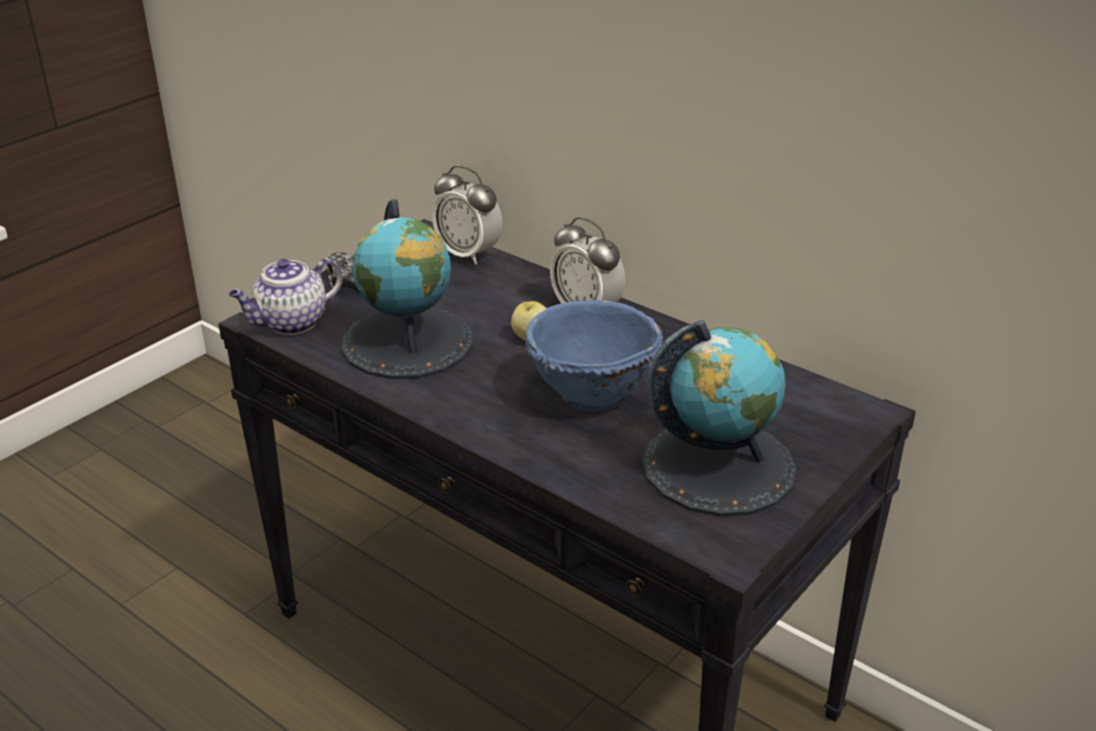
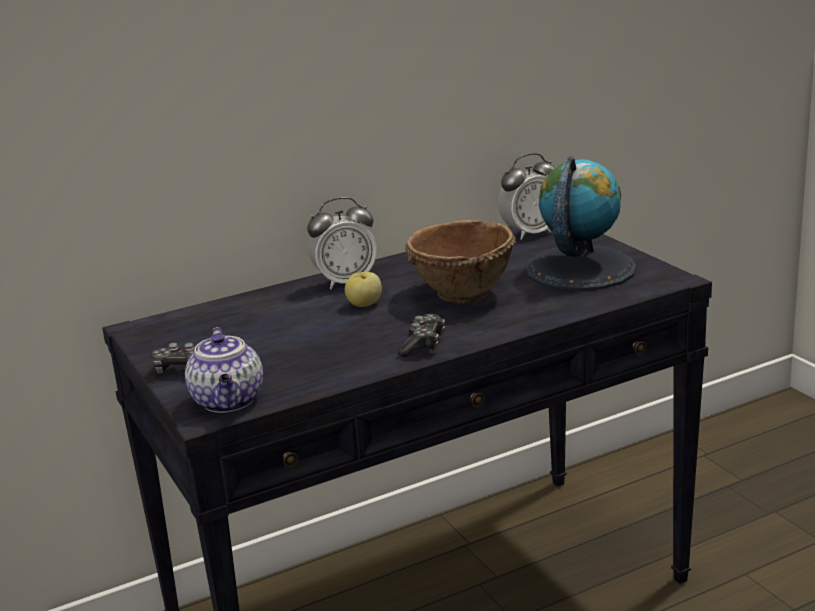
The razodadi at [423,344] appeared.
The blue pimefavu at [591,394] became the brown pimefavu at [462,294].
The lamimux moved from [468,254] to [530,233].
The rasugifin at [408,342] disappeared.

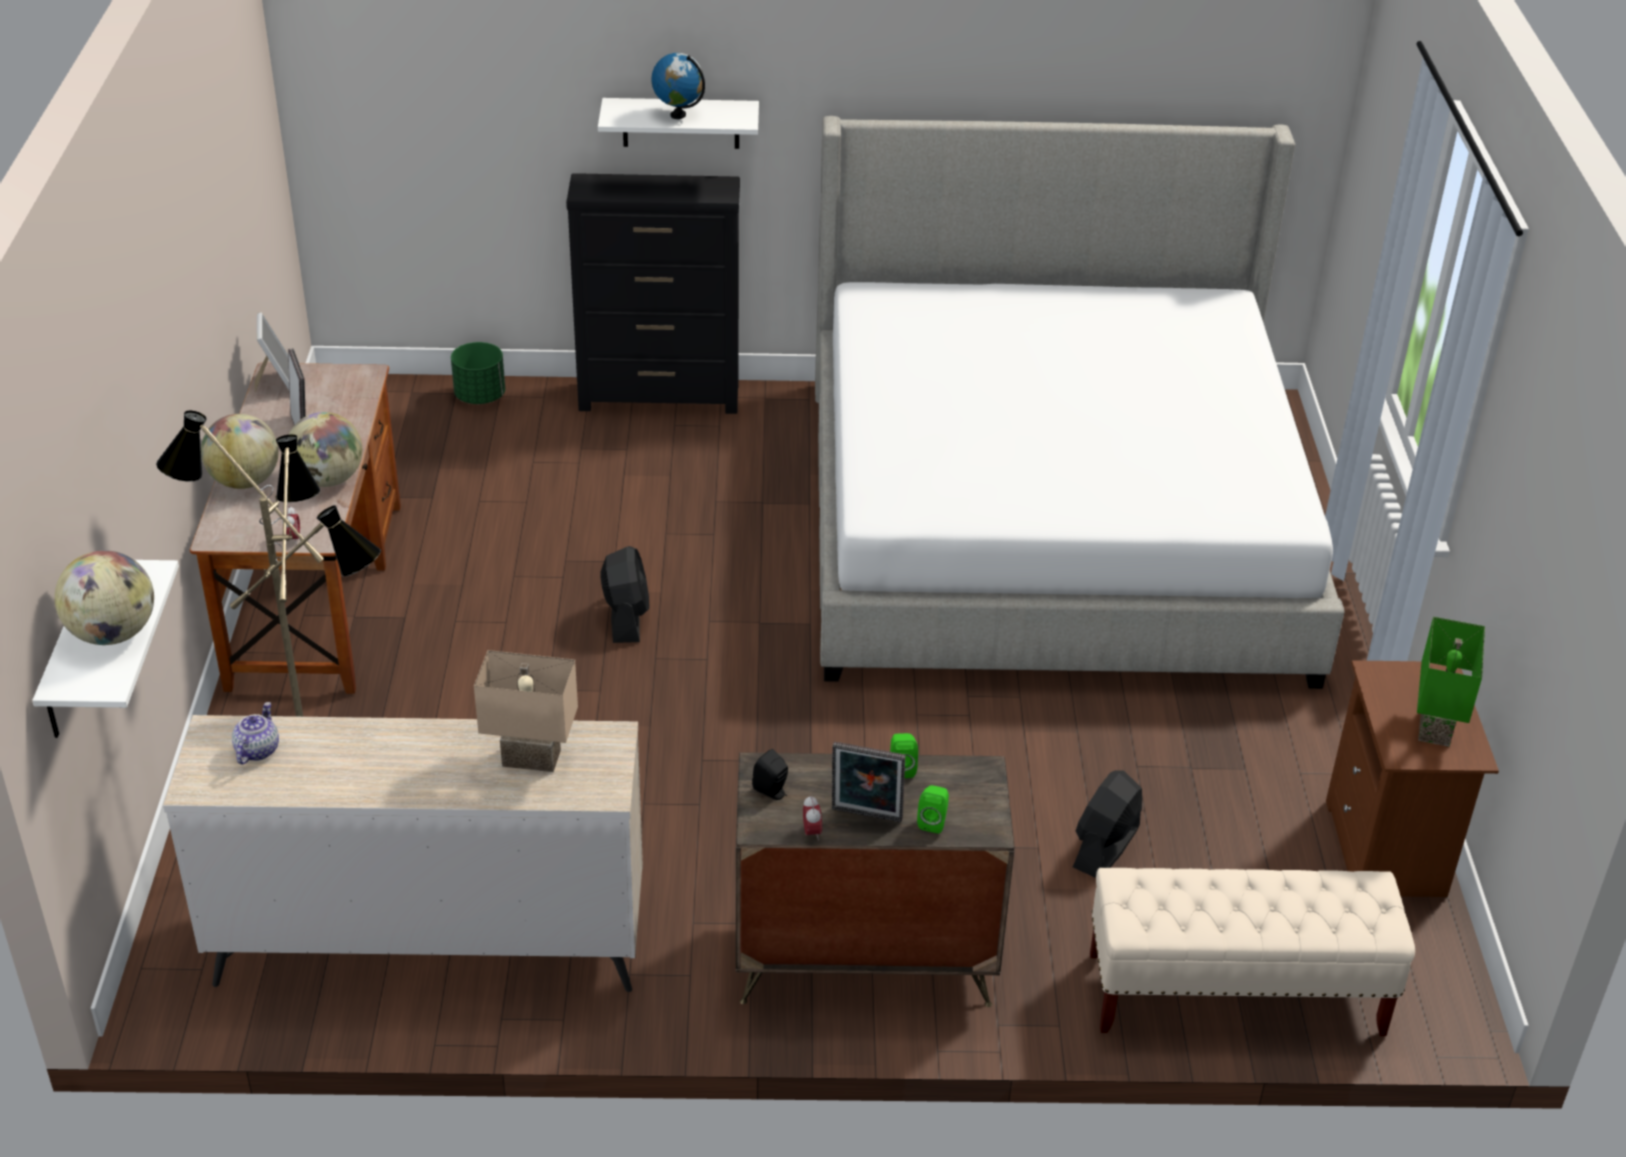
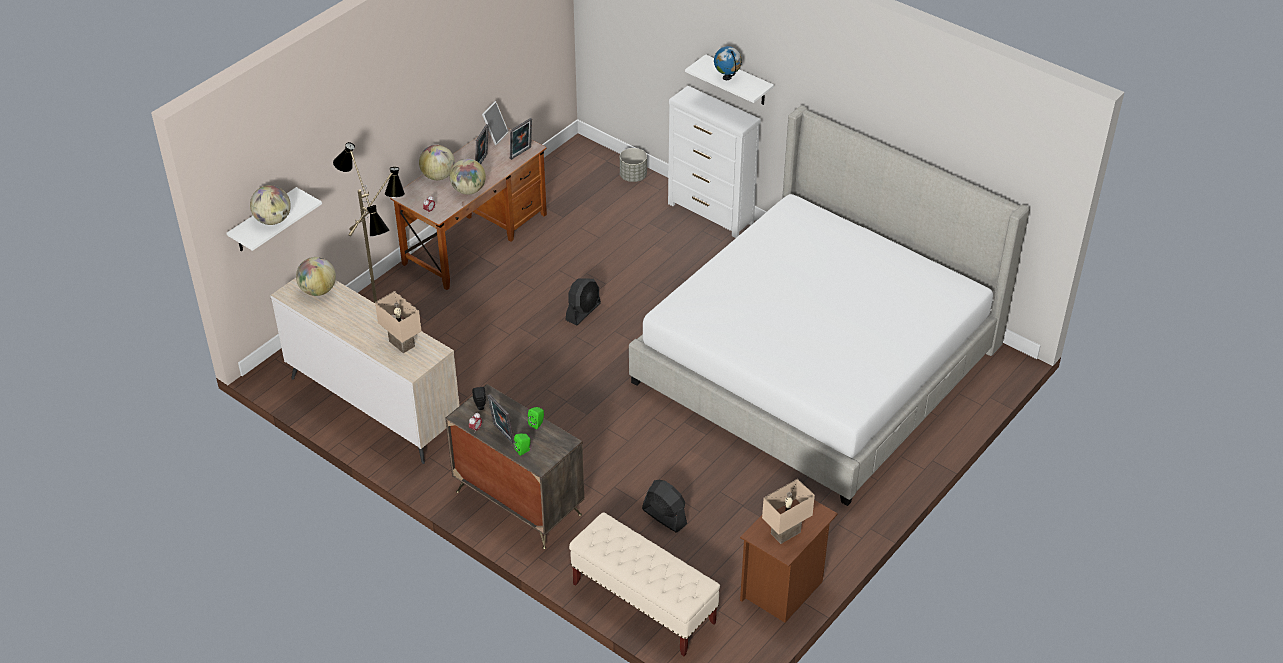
The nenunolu at [257,750] was replaced by the rasugifin at [318,290].
The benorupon at [521,153] appeared.
The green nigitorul at [480,396] became the grey nigitorul at [633,176].
The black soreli at [1105,847] turned 60 degrees clockwise.
The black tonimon at [660,398] became the white tonimon at [711,214].
The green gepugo at [1432,726] became the beige gepugo at [785,532].

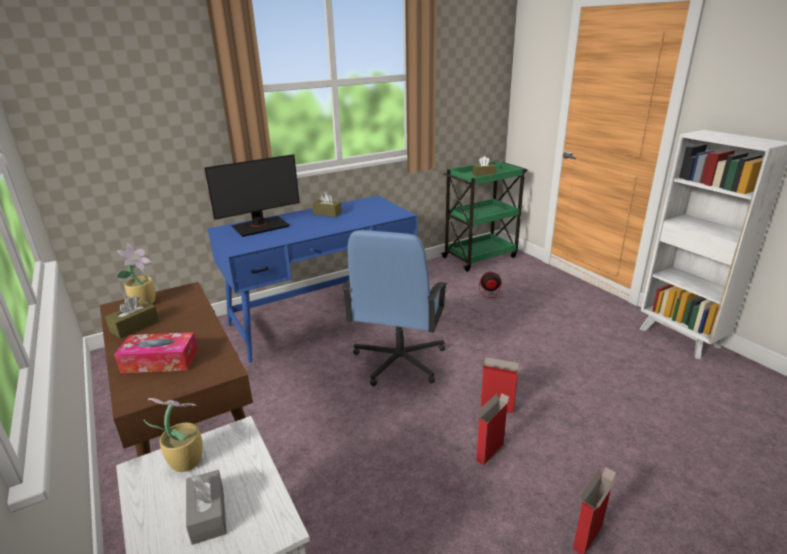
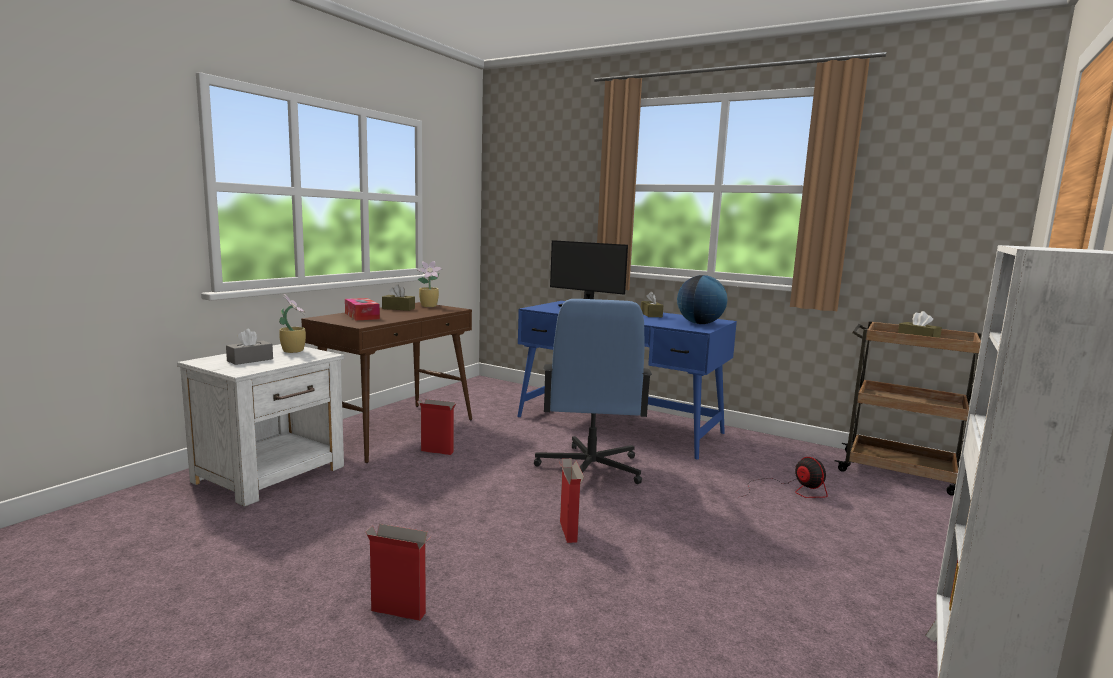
The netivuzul moved from [489,452] to [436,451].
The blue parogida at [399,361] turned 75 degrees counterclockwise.
The rasugifin at [700,323] appeared.
The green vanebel at [480,257] became the brown vanebel at [900,473].

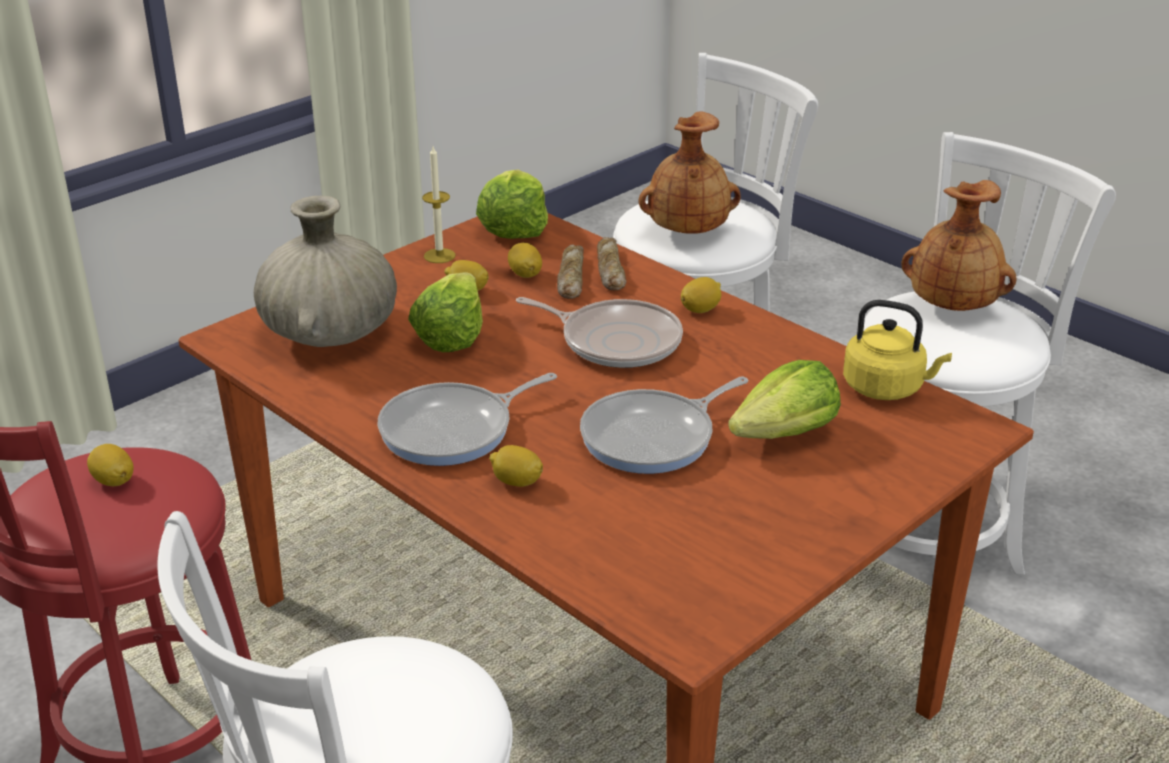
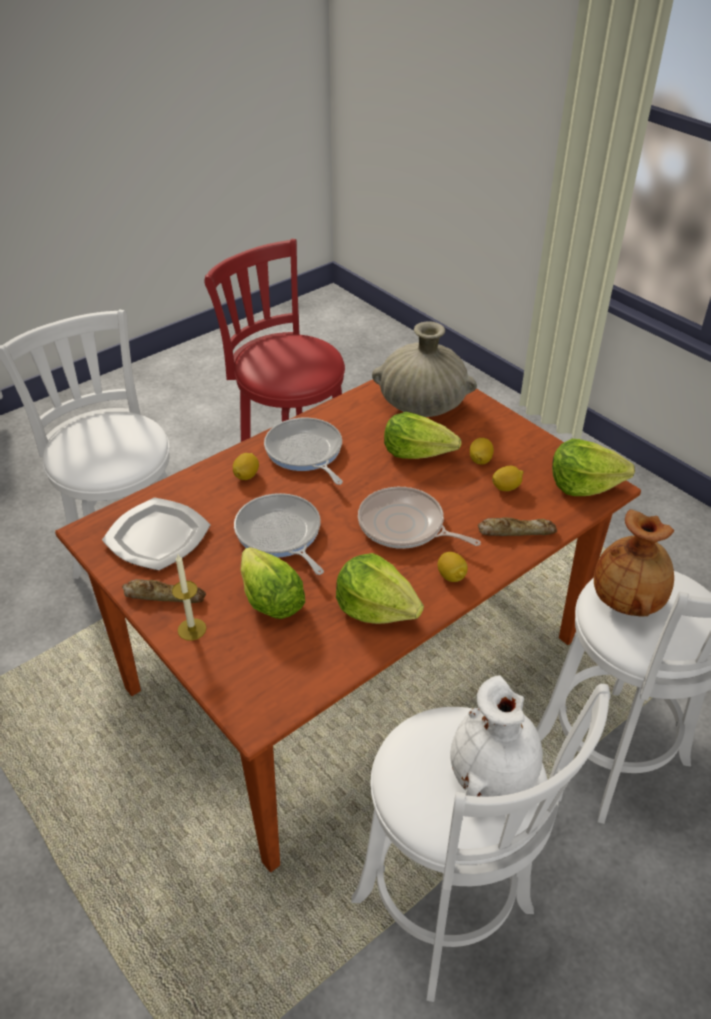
The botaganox at [157,537] appeared.
The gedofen moved from [570,278] to [164,595].
The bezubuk moved from [439,256] to [192,629].
The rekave at [376,607] appeared.
The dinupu at [615,341] turned 90 degrees clockwise.
The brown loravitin at [953,306] became the white loravitin at [493,777].
The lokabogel at [113,481] disappeared.
The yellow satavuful at [887,388] disappeared.

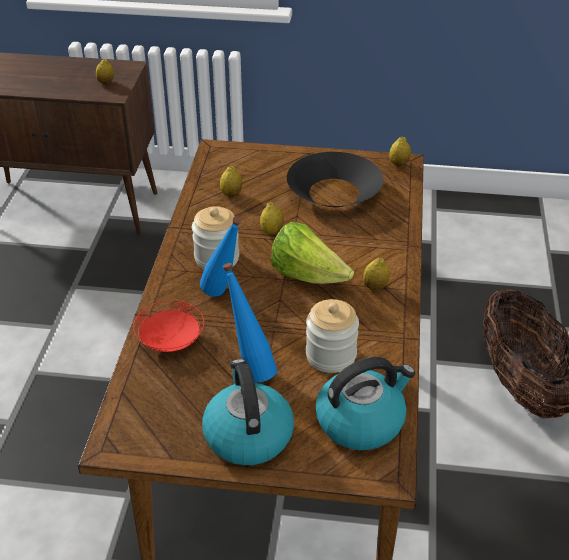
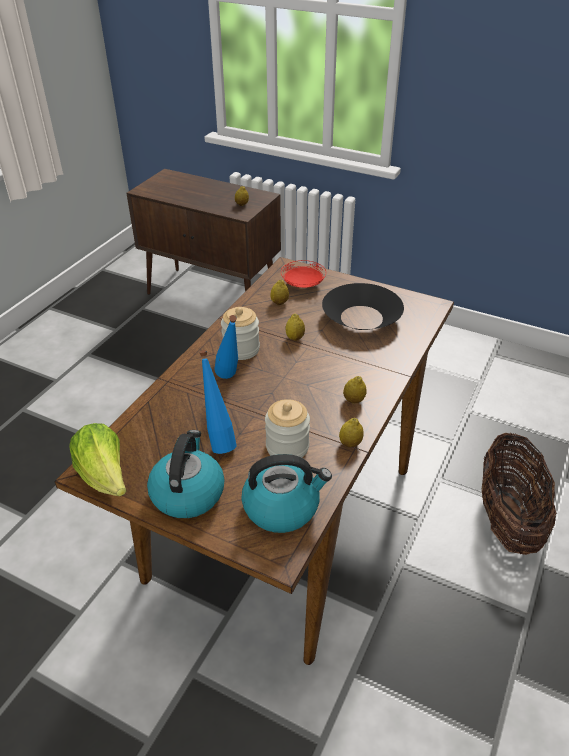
The rekave moved from [307,276] to [105,477].
The red botaganox moved from [171,341] to [303,285].
The lokabogel moved from [399,164] to [350,443].

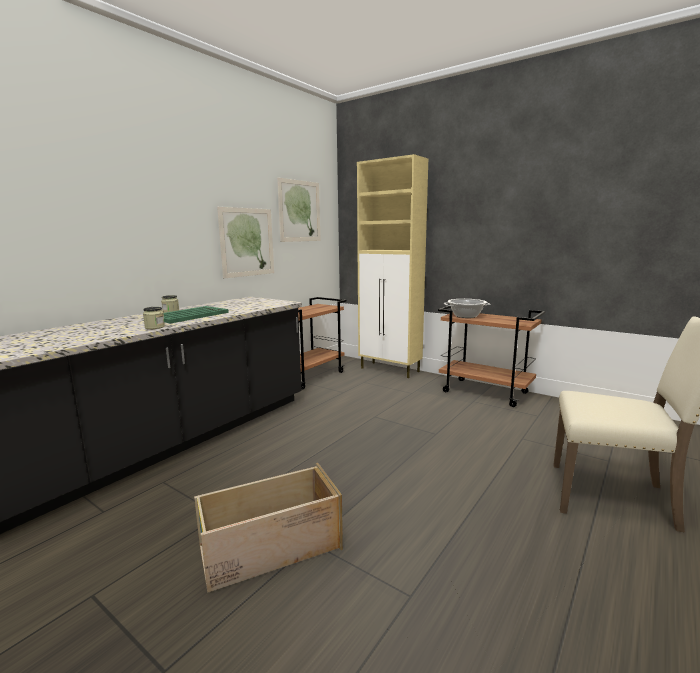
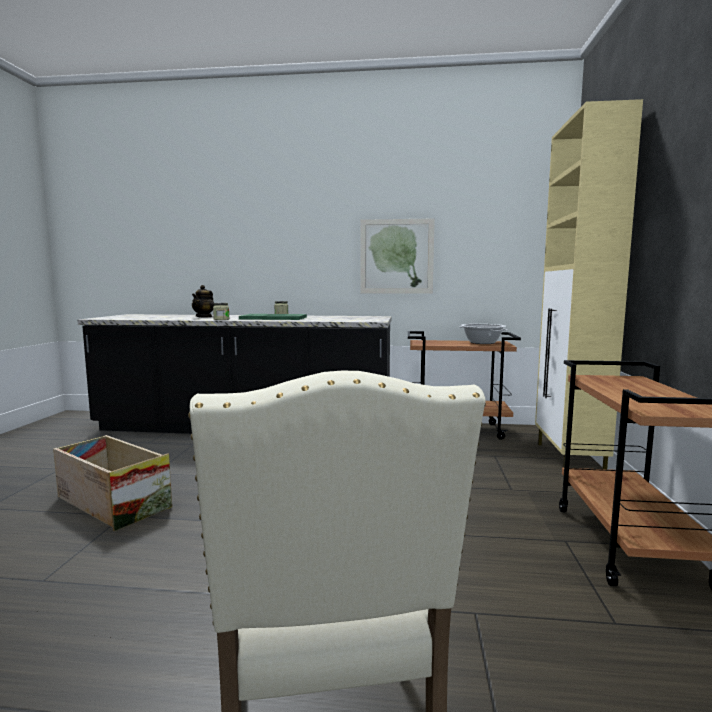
The nenunolu at [204,317] appeared.
The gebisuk moved from [466,316] to [482,342].
The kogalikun at [299,211] disappeared.

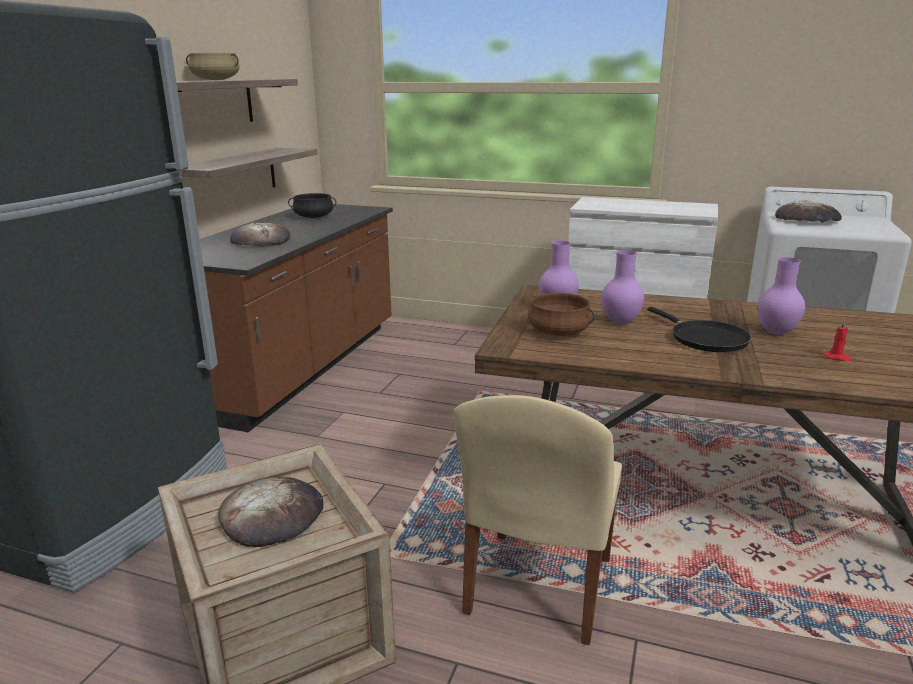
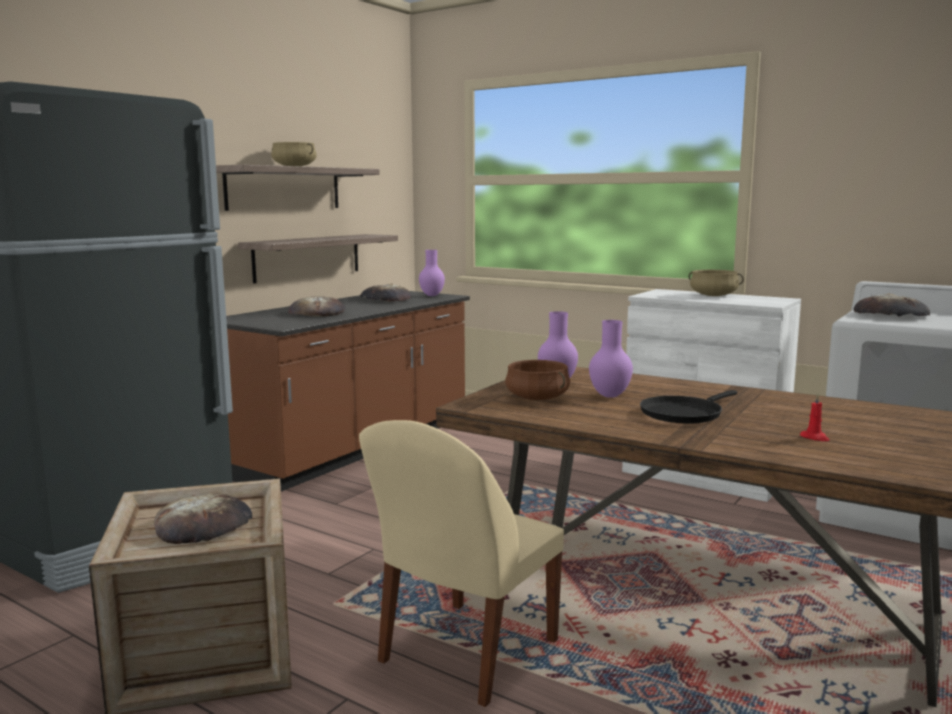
The black gebisuk at [313,217] was replaced by the gedofen at [385,299].
The purple loravitin moved from [777,332] to [432,295].
The black dinupu at [704,339] turned 60 degrees clockwise.
The beige gebisuk at [713,295] appeared.

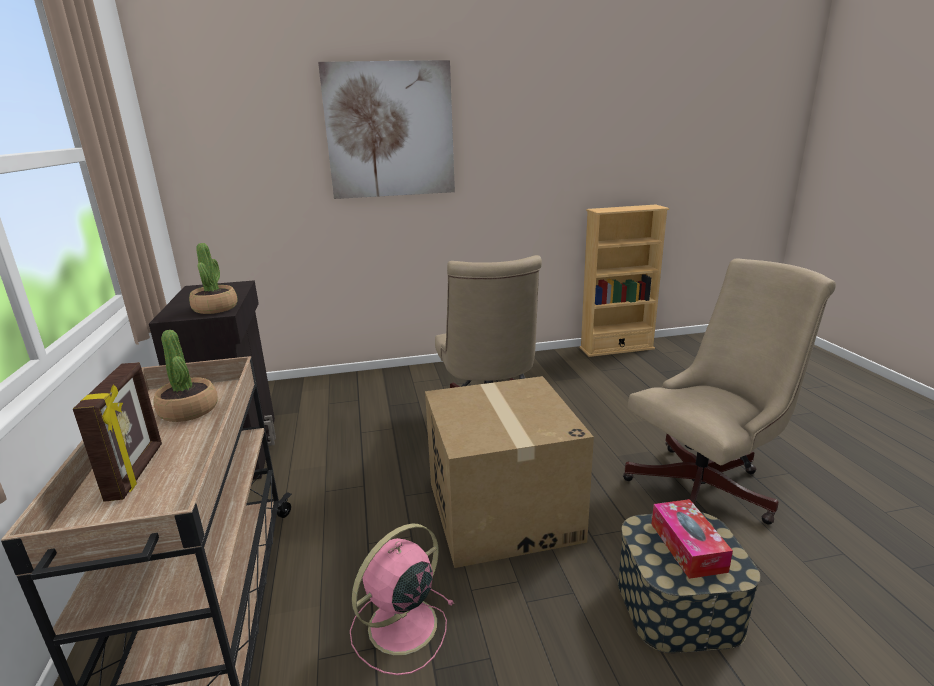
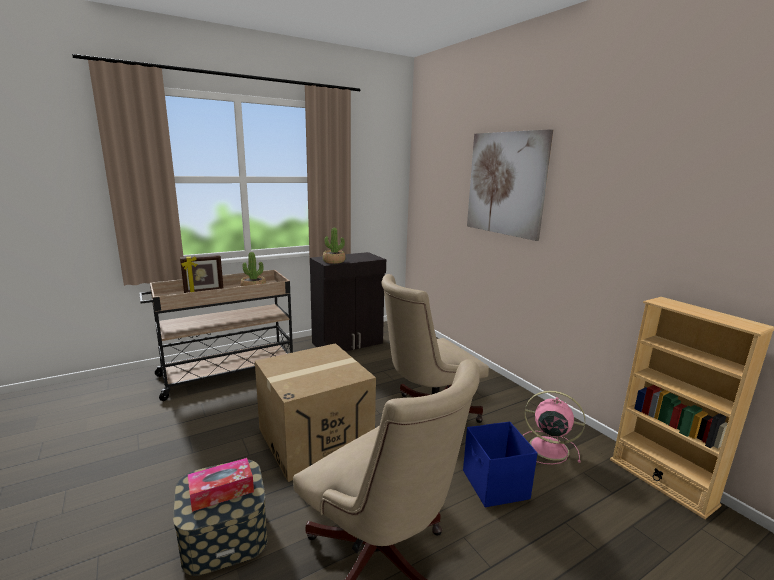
The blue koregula at [495,485] appeared.
The pink soreli moved from [400,627] to [547,447].

